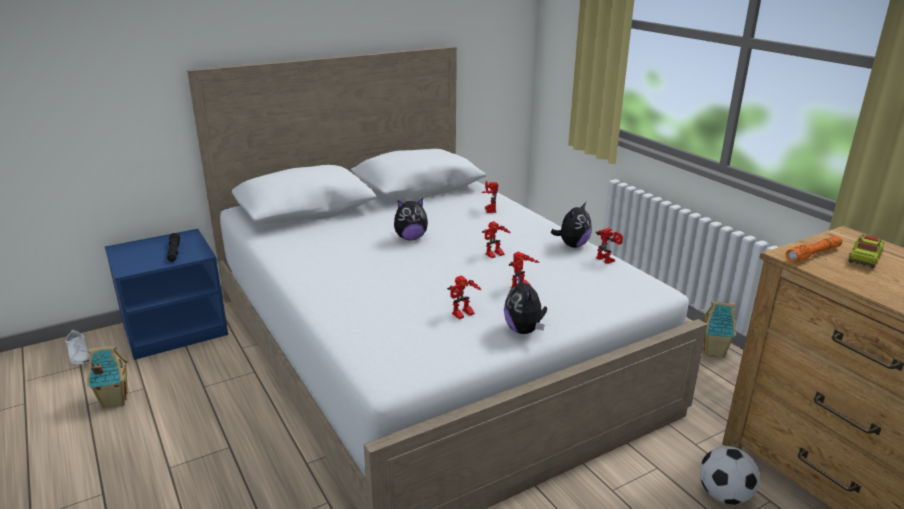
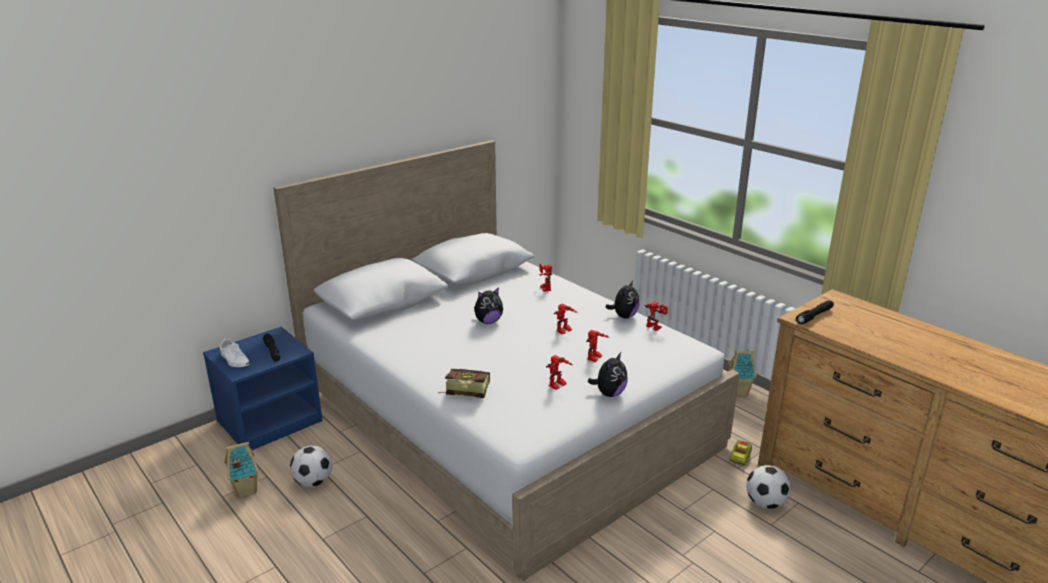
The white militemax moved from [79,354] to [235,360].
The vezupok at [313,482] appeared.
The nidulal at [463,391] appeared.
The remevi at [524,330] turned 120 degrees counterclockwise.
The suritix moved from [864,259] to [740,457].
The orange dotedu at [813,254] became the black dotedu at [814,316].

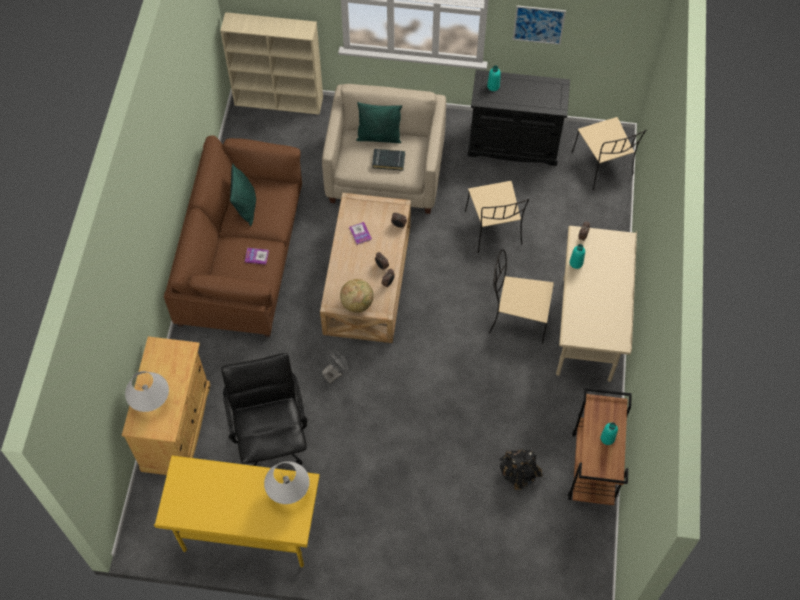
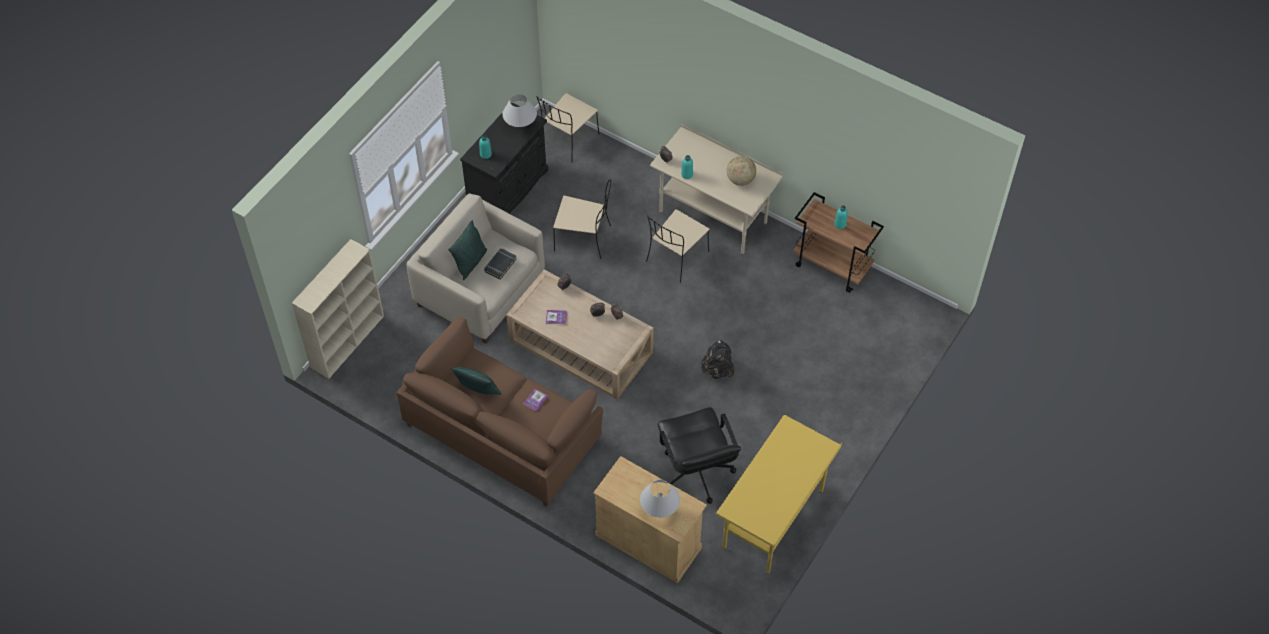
The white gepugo moved from [288,491] to [520,126].
The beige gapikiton at [603,166] turned 120 degrees clockwise.
The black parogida at [271,439] turned 120 degrees counterclockwise.
The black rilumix moved from [519,474] to [717,369].
The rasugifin moved from [357,303] to [740,180].
The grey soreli at [335,373] disappeared.
The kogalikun at [538,24] disappeared.

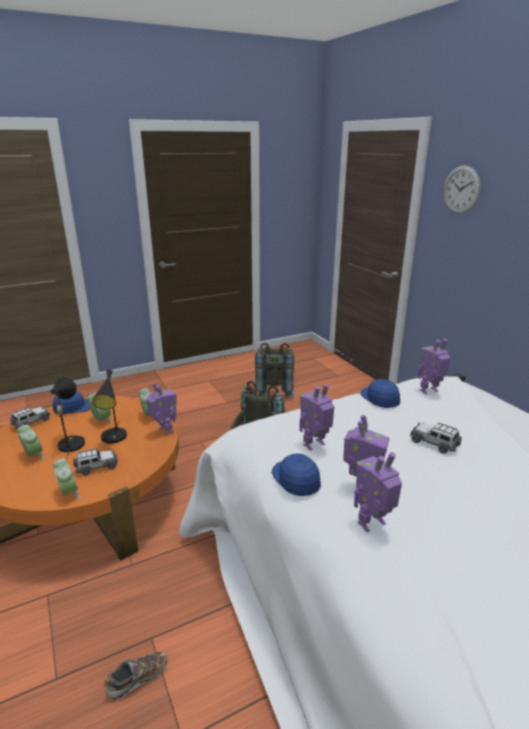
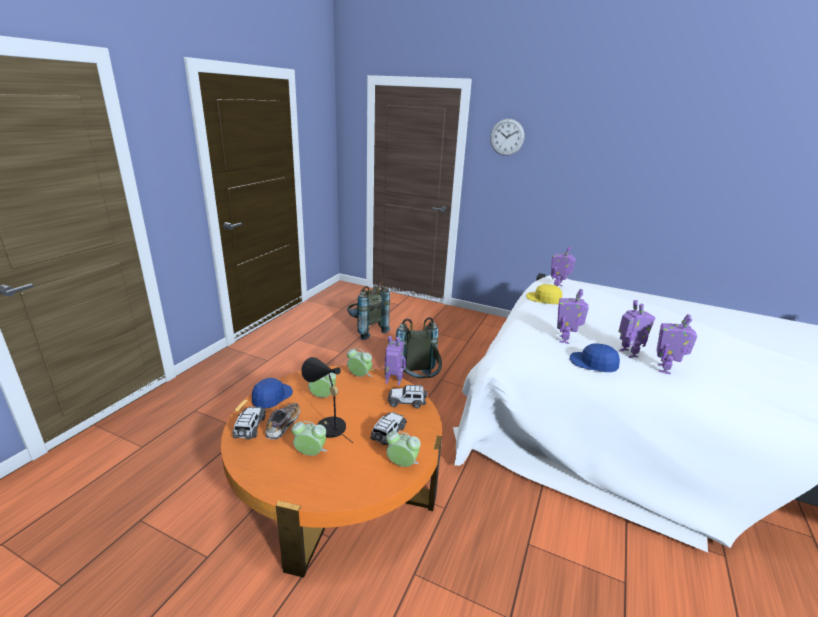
The militemax moved from [137,678] to [283,425].
The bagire moved from [434,443] to [407,402].
The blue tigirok at [380,398] became the yellow tigirok at [544,299].
The black gepugo at [114,438] disappeared.

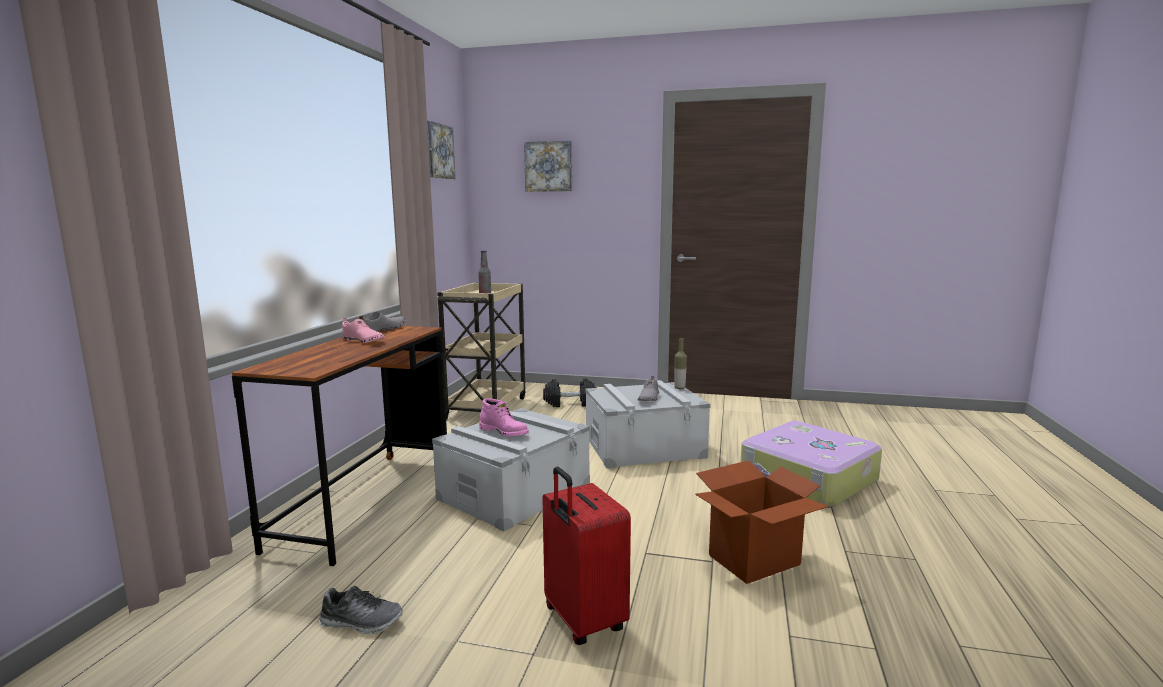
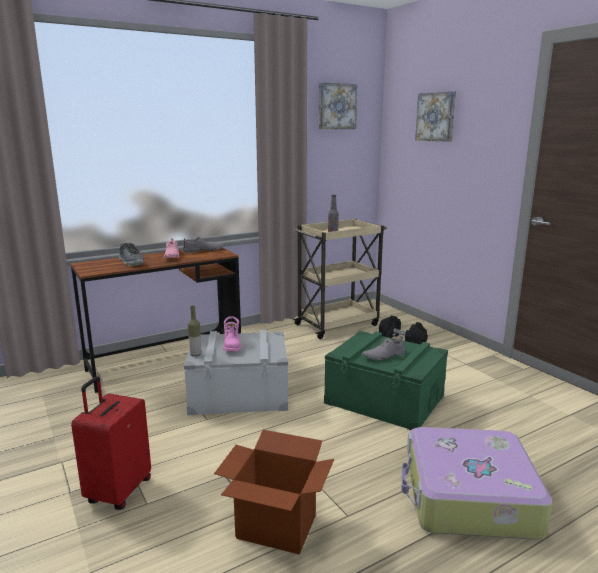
The militemax moved from [361,622] to [131,262].
The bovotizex moved from [679,388] to [195,355].
The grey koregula at [644,447] became the green koregula at [384,399].

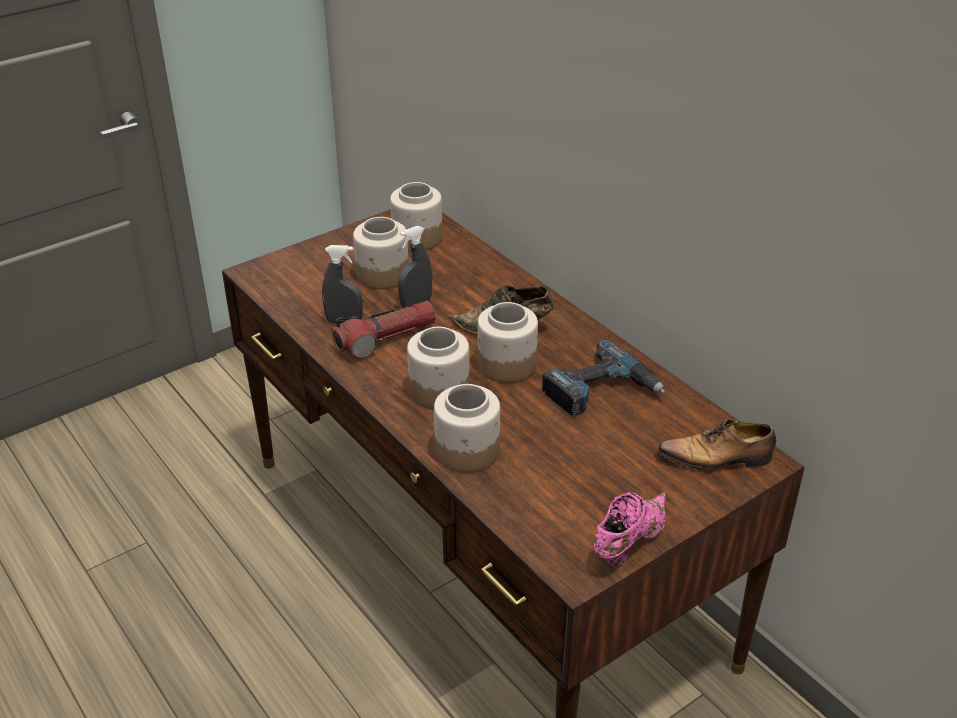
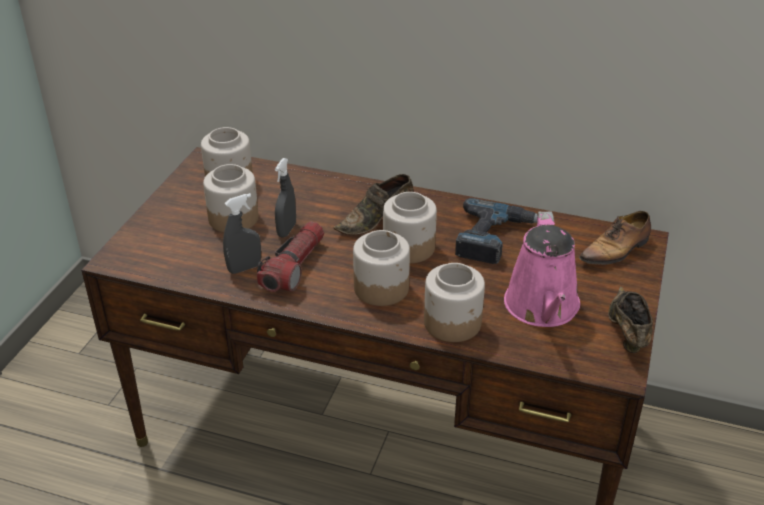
The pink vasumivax at [542,308] appeared.
The pink militemax at [627,543] became the brown militemax at [626,333].

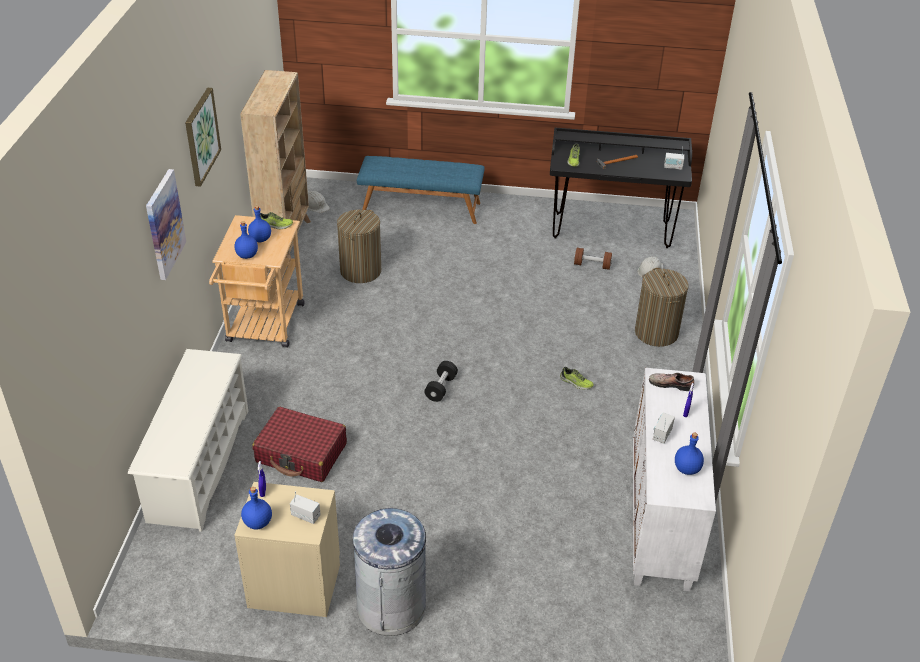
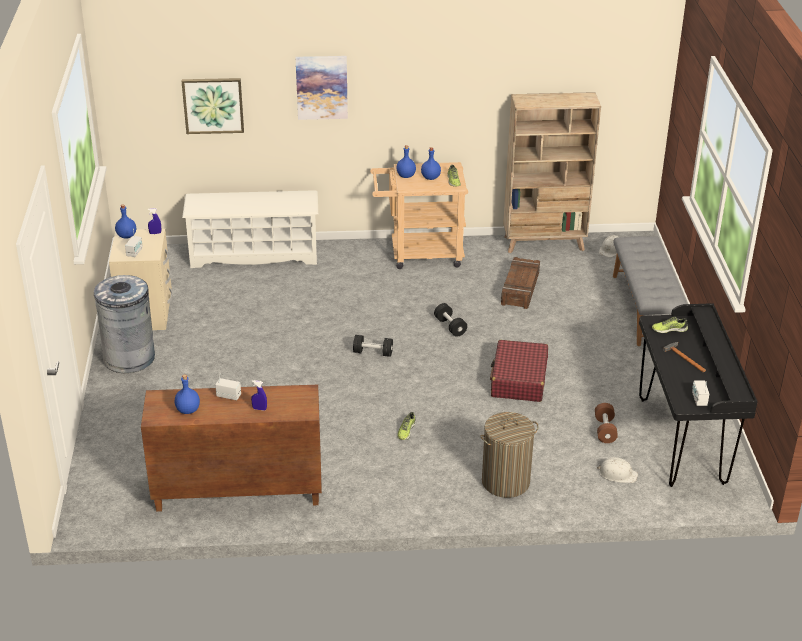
The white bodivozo at [661,519] became the brown bodivozo at [237,492].
The kogalikun moved from [201,136] to [213,105].
The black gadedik at [450,326] appeared.
The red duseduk moved from [301,453] to [518,380].
The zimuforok at [360,271] was replaced by the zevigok at [520,289].
The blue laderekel at [421,208] became the grey laderekel at [645,309].
The militemax at [670,383] disappeared.

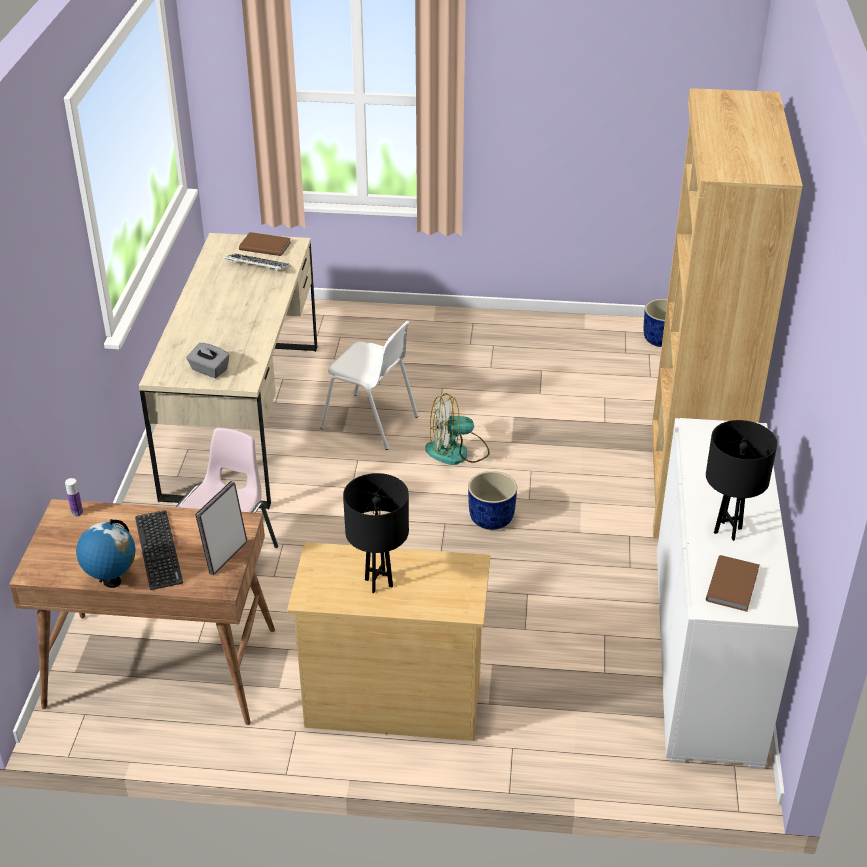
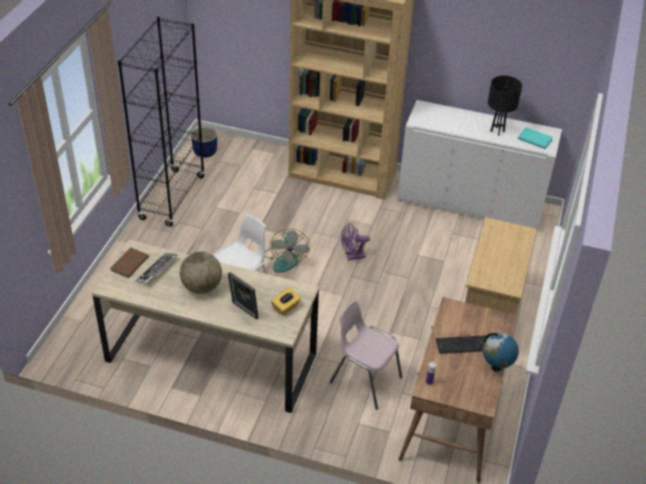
The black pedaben at [172,198] appeared.
The rasugifin at [202,287] appeared.
The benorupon moved from [225,556] to [243,311].
The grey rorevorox at [209,370] became the yellow rorevorox at [286,307].
The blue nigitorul at [491,519] was replaced by the purple soreli at [352,256].
The brown nidulal at [734,585] became the turquoise nidulal at [535,139].
The black gepugo at [378,583] disappeared.

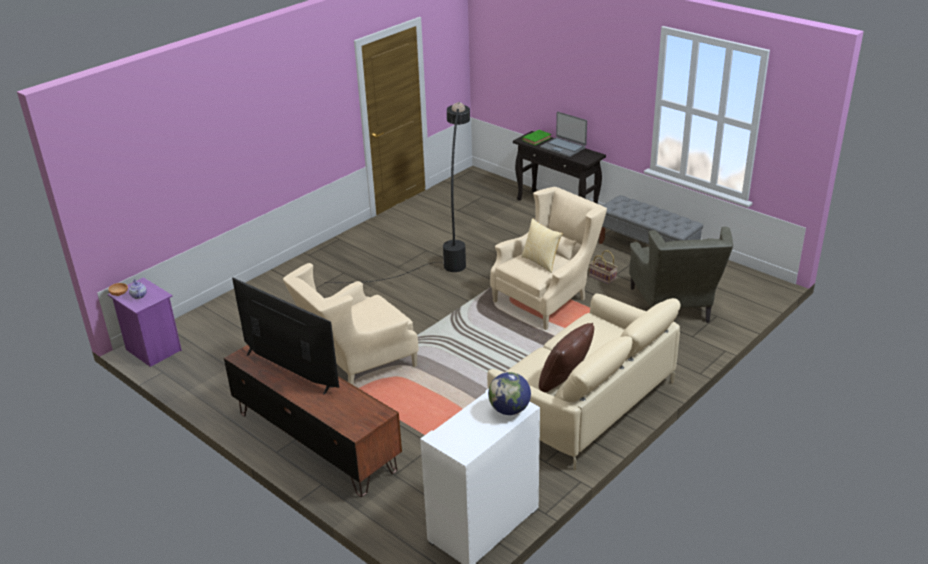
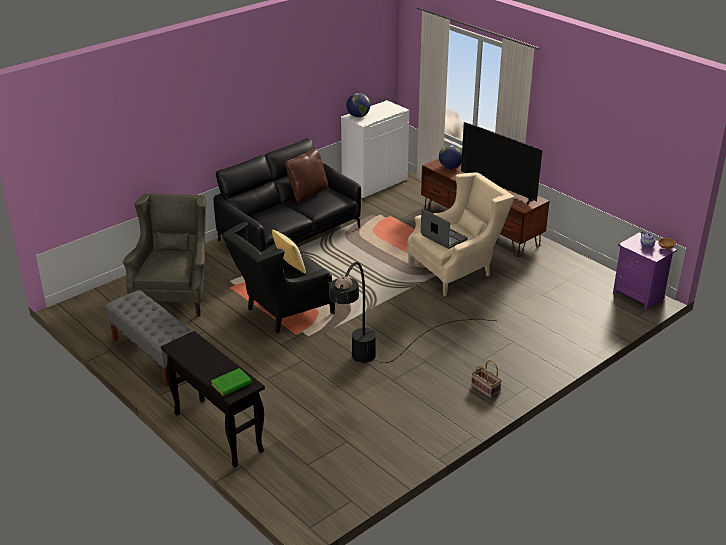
The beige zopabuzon at [583,402] became the black zopabuzon at [290,234].
The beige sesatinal at [547,298] became the black sesatinal at [282,312].
The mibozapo moved from [563,148] to [443,237].
The rasugifin at [450,167] appeared.
The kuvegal moved from [601,277] to [486,388].

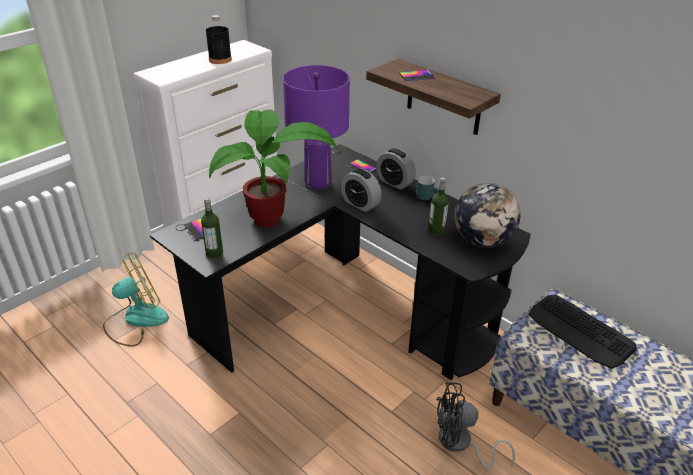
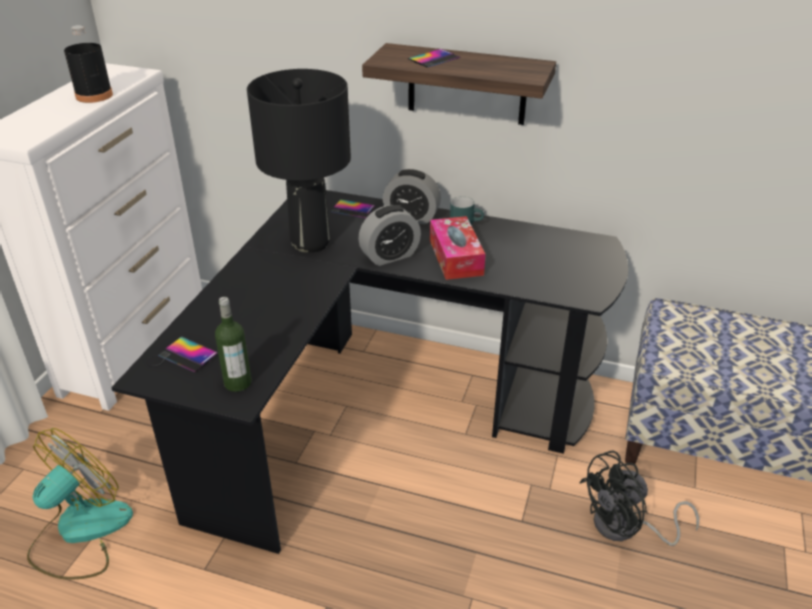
The purple gepugo at [318,182] became the black gepugo at [310,242].
The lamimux at [360,204] turned 45 degrees counterclockwise.
The rorevorox at [456,257] appeared.
The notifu at [272,219] disappeared.
The bovotizex at [436,231] disappeared.
The rasugifin at [482,241] disappeared.
The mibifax at [580,331] disappeared.

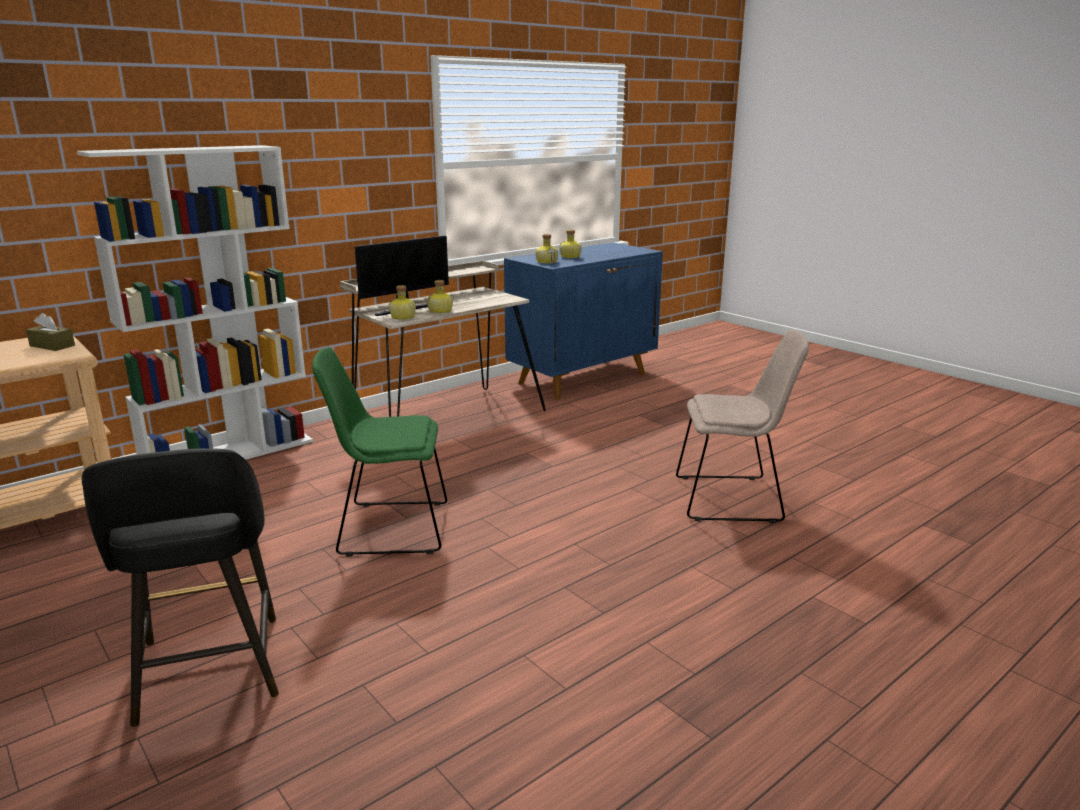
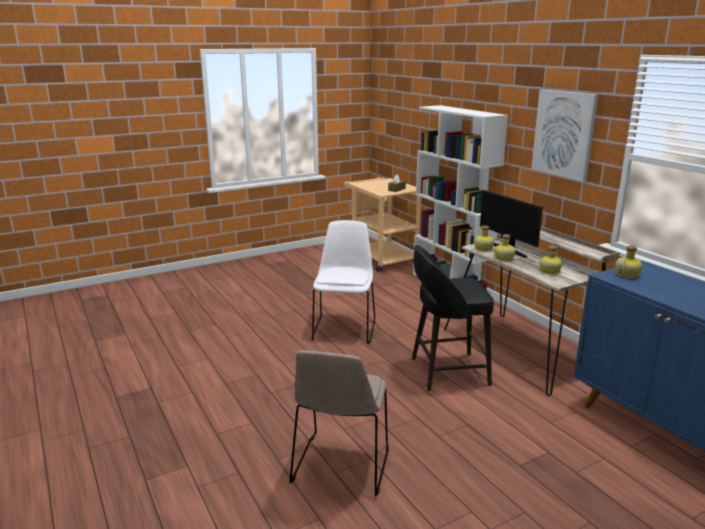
The green gapikiton at [389,528] became the white gapikiton at [344,329].
The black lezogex moved from [209,672] to [447,371].
The kogalikun at [564,134] appeared.
The bovotizex moved from [570,257] to [548,271].

